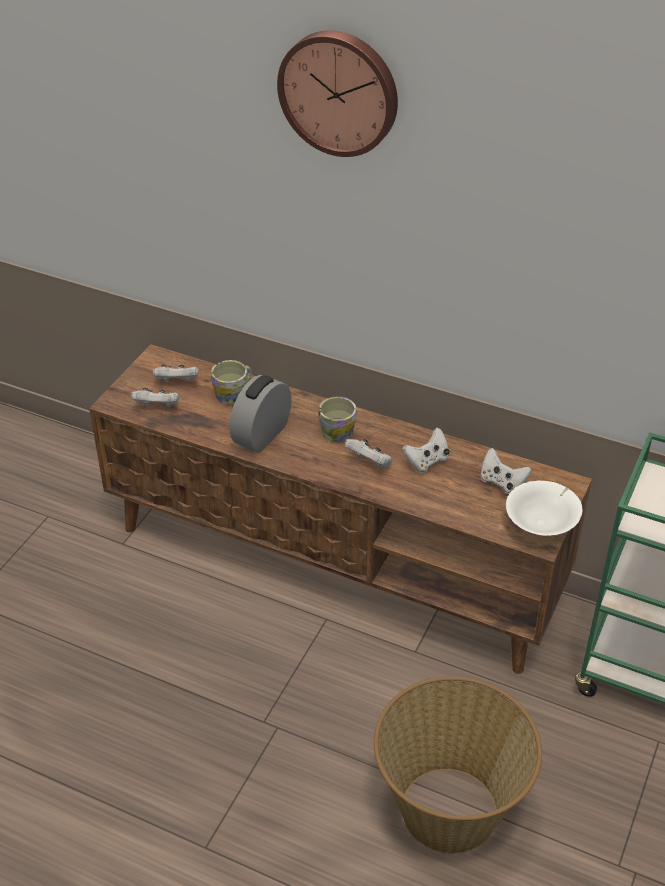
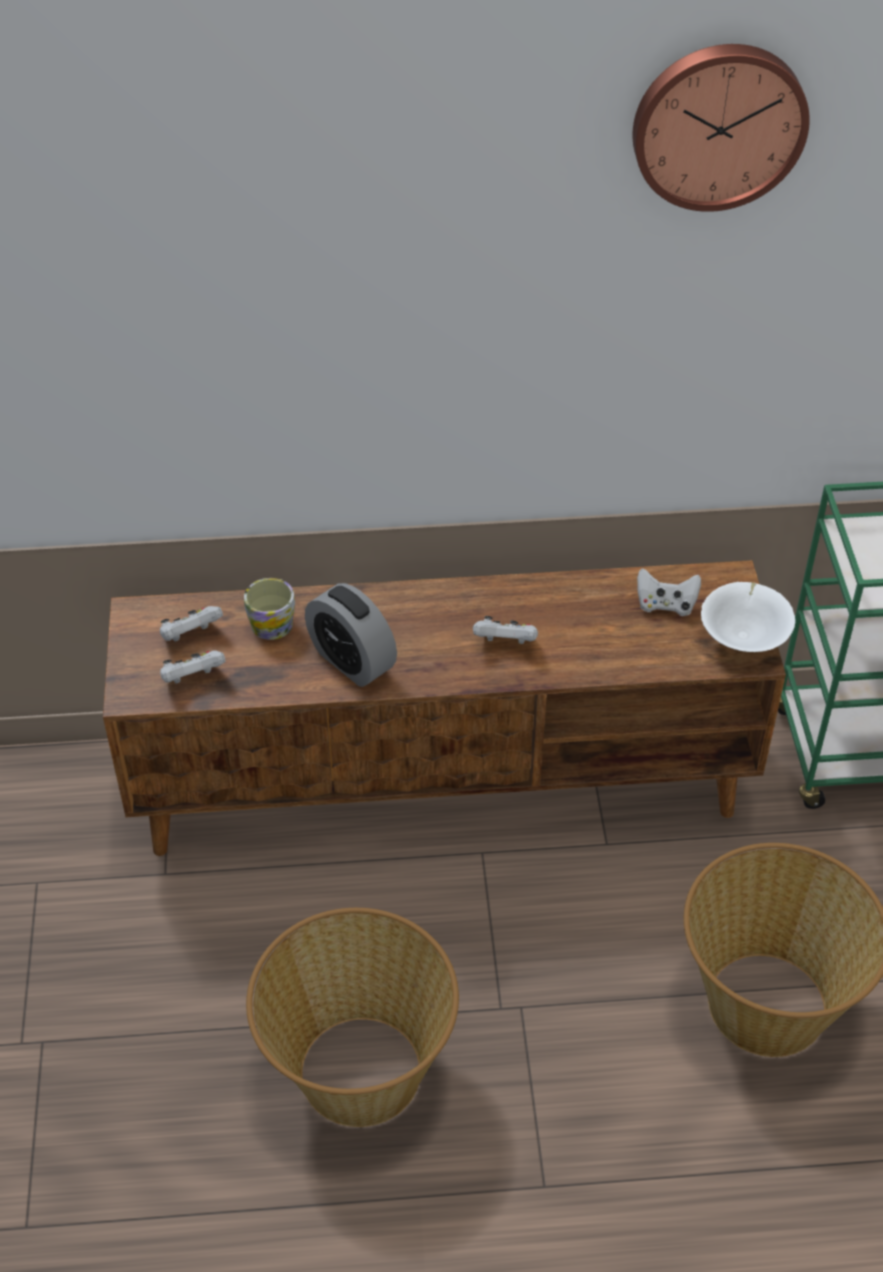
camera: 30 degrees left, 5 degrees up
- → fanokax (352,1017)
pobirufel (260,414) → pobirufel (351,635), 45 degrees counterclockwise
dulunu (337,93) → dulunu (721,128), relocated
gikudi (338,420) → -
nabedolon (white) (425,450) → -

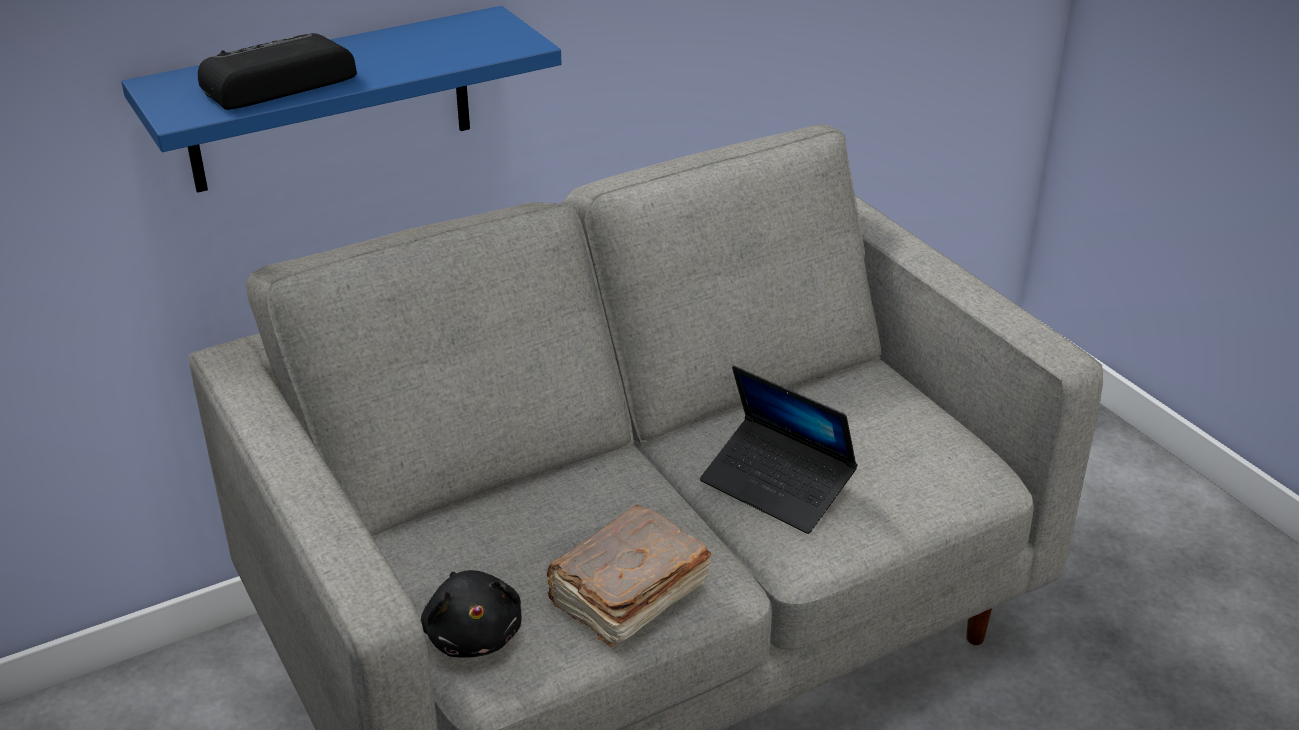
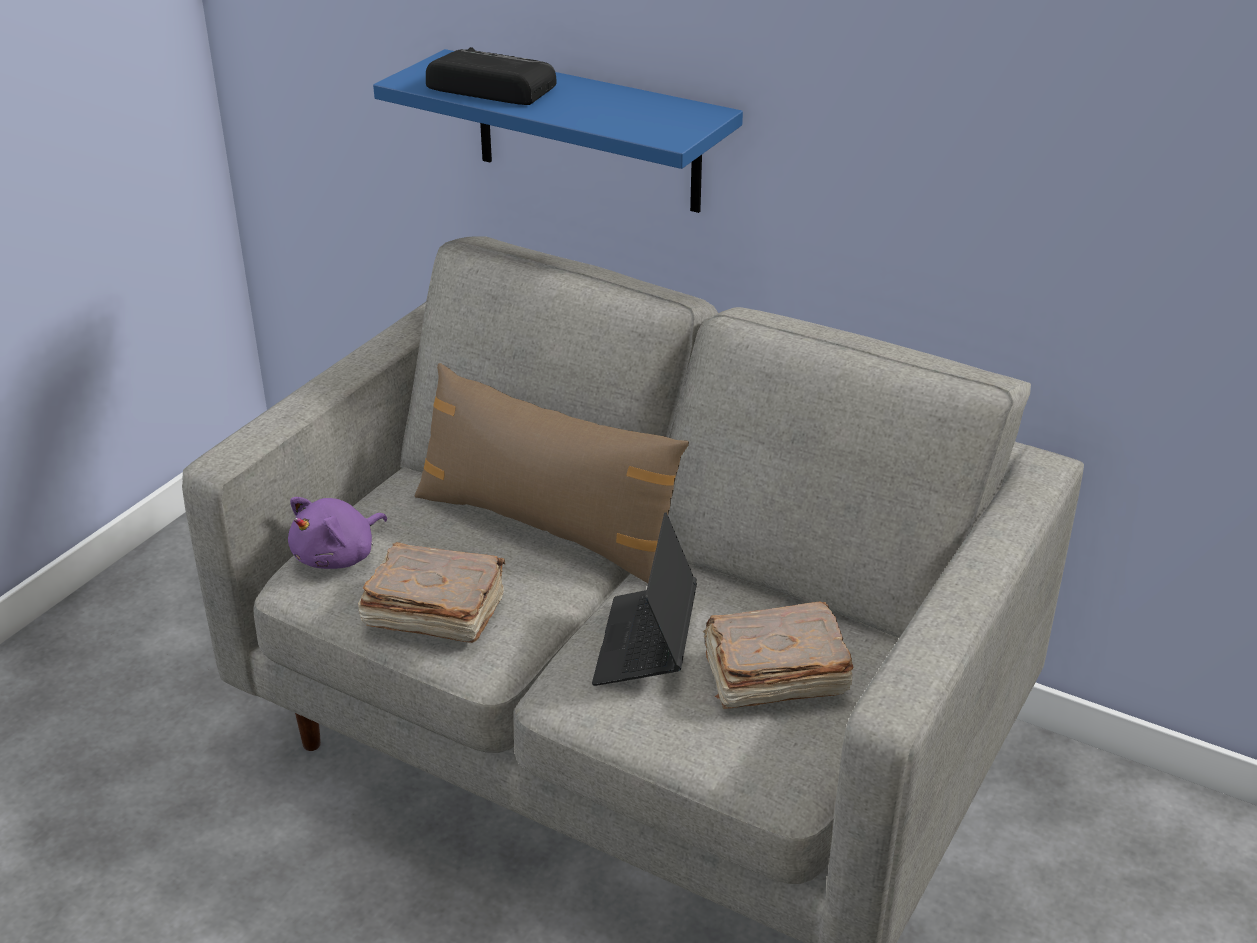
camera: 60 degrees right, 0 degrees up
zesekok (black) (471,614) → zesekok (purple) (337,533)
- → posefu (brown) (552,473)
- → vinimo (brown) (778,655)

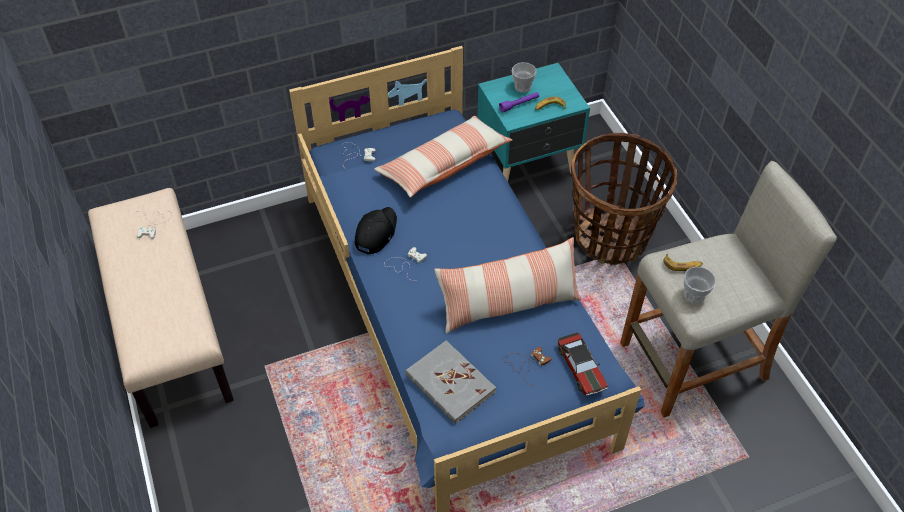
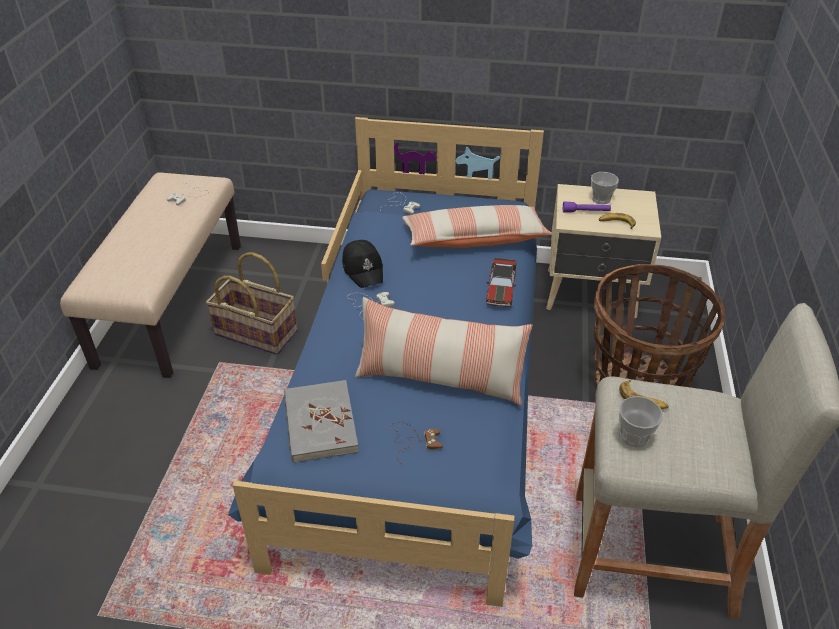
camera: 30 degrees right, 10 degrees down
- → fanokax (251,303)
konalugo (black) (376,231) → konalugo (black) (362,264), 105 degrees clockwise
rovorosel (583,364) → rovorosel (501,282), relocated
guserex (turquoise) (533,122) → guserex (beige) (603,251)

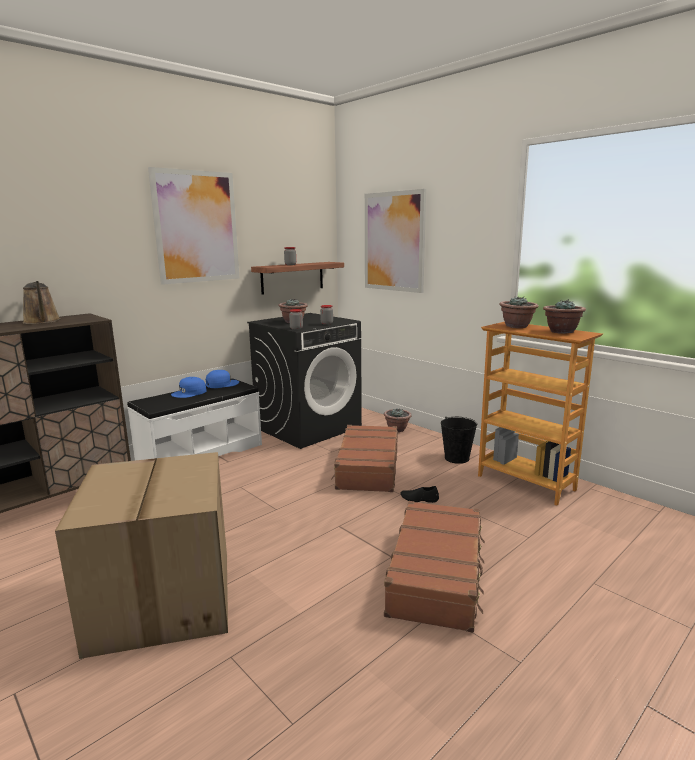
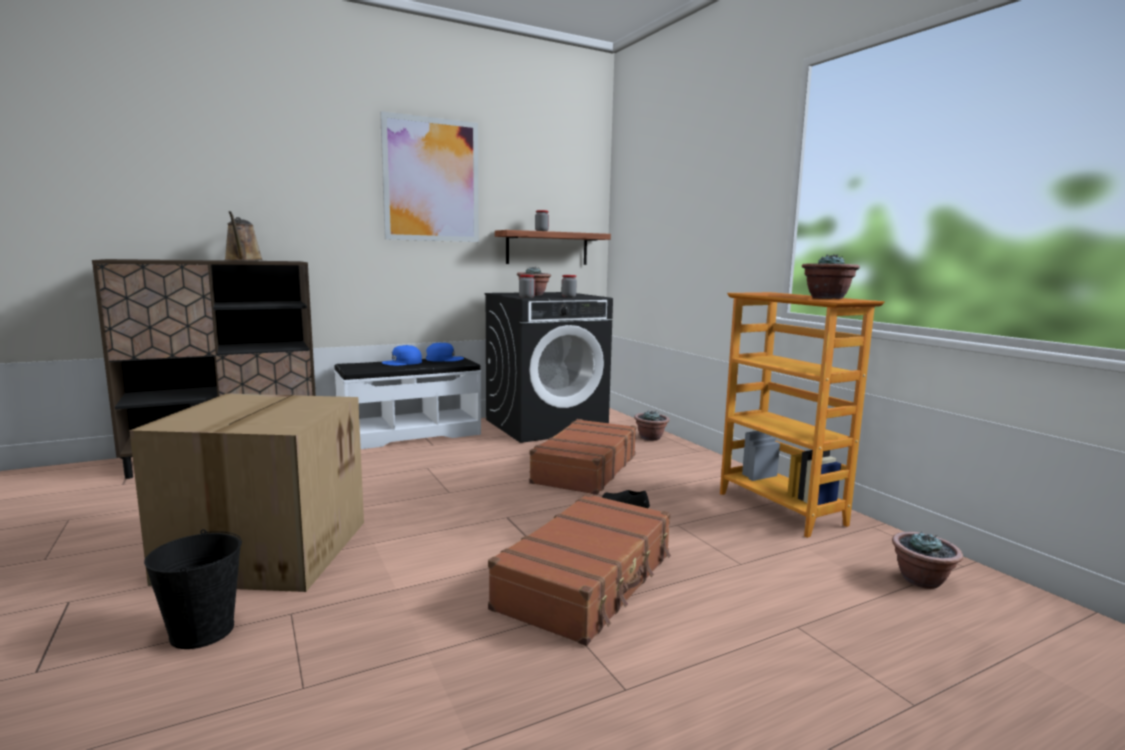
camera: 15 degrees right, 5 degrees down
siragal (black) (459,440) → siragal (black) (193,589), relocated
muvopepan (519,312) → muvopepan (927,560), relocated
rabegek (395,241) → -

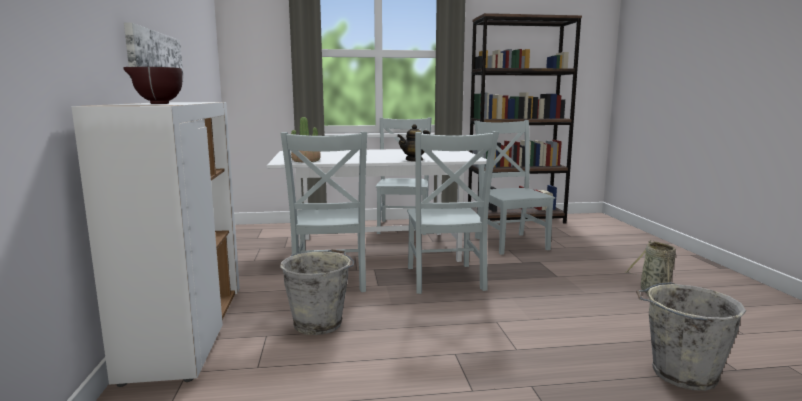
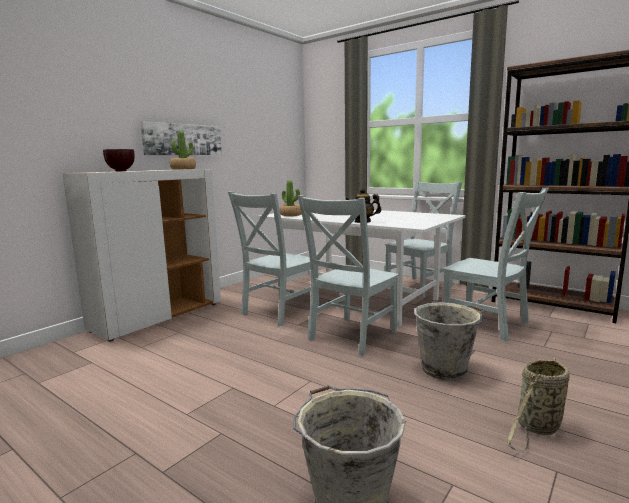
camera: 45 degrees right, 0 degrees up
- → muvopepan (183,150)
siragal (grey) (317,292) → siragal (grey) (448,341), relocated
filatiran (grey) (514,187) → filatiran (grey) (496,264), 105 degrees clockwise

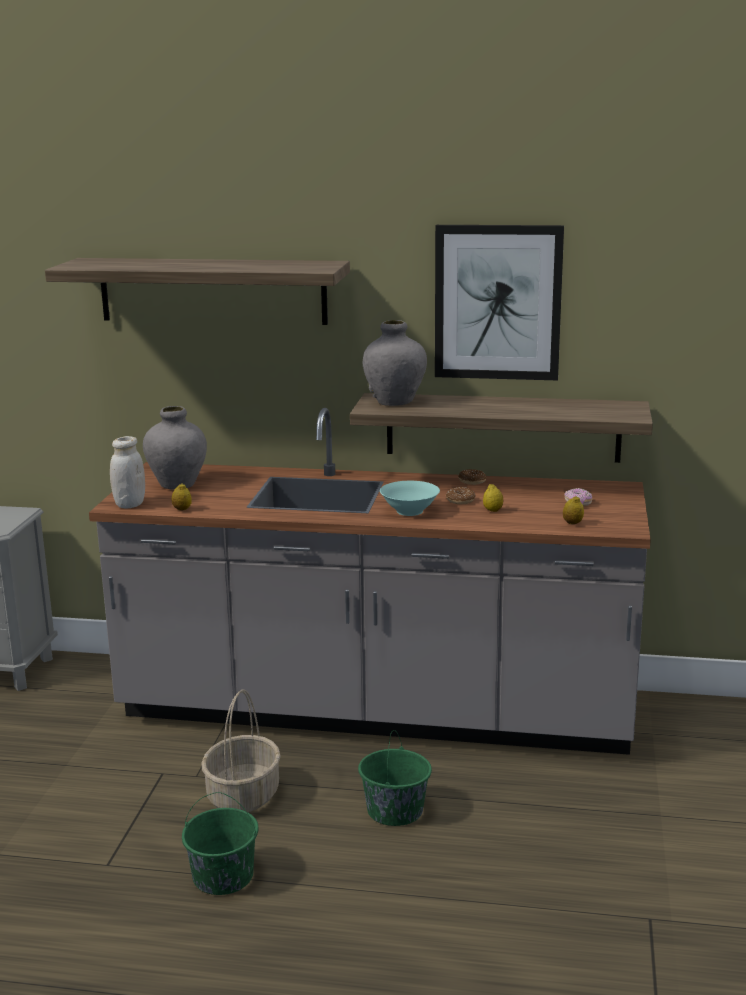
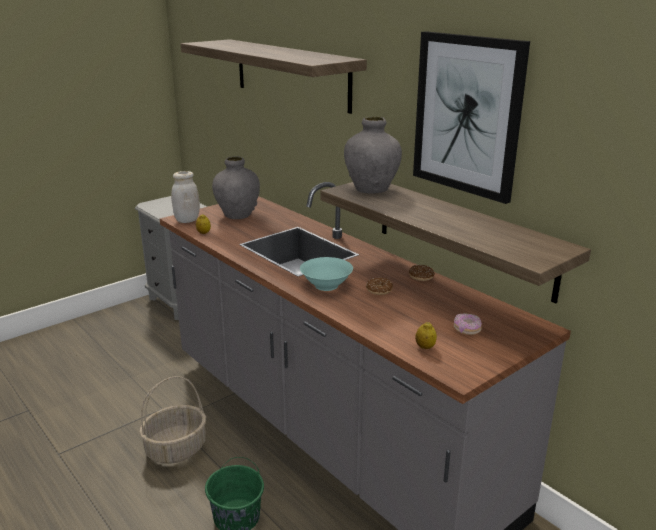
camera: 40 degrees right, 5 degrees up
siragal (green) (220,843) → -
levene (493,498) → -

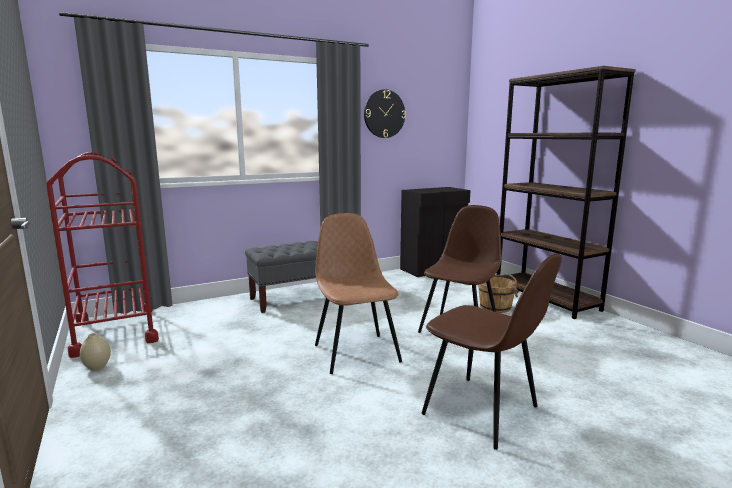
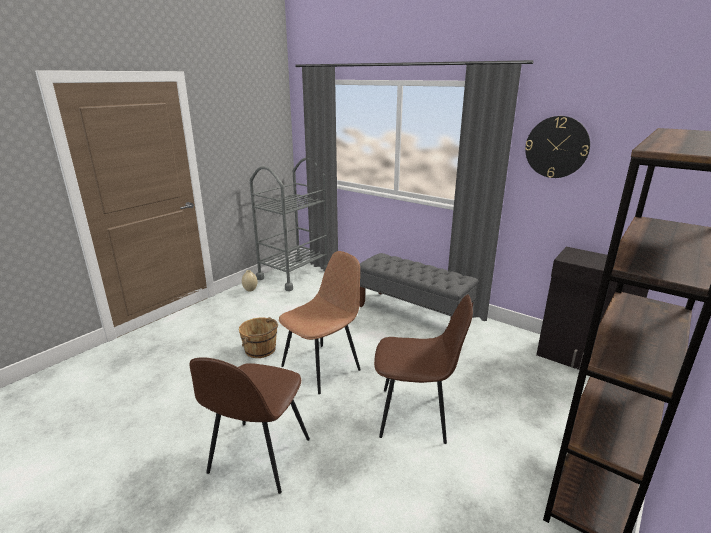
camera: 65 degrees right, 10 degrees up
siragal (brown) (498,293) → siragal (brown) (258,337), relocated
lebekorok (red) (102,255) → lebekorok (grey) (288,224)

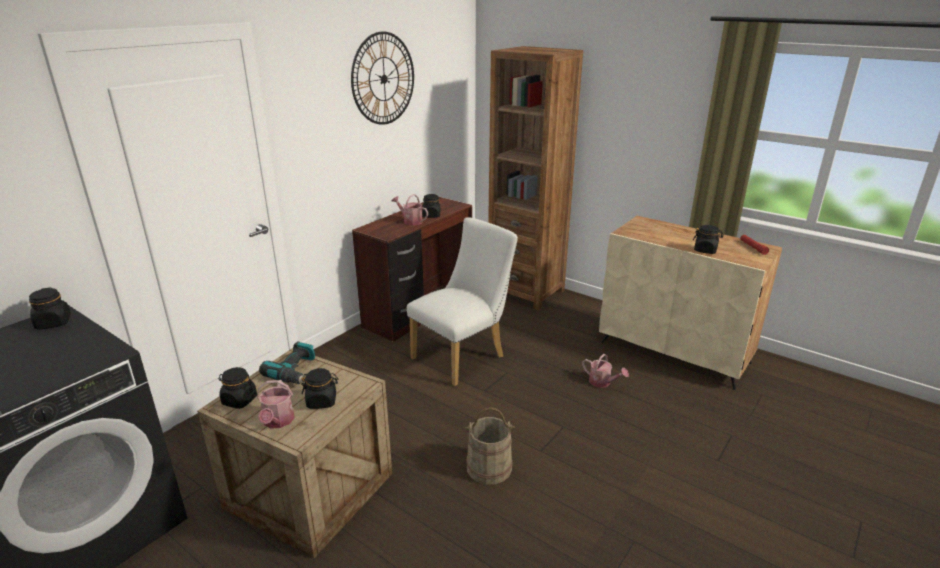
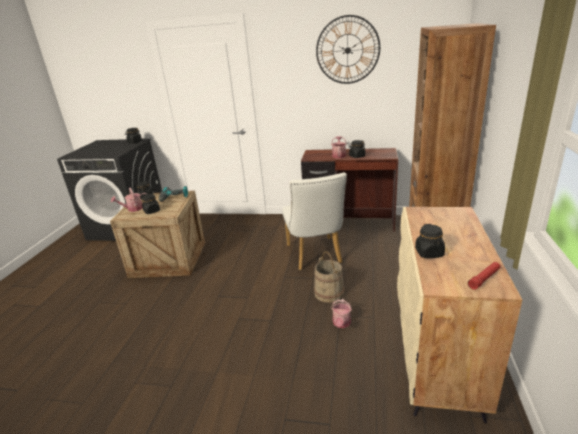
camera: 65 degrees right, 0 degrees up
filatiran (white) (462,301) → filatiran (white) (314,221), 60 degrees clockwise
siragal (beige) (490,446) → siragal (beige) (329,277), relocated

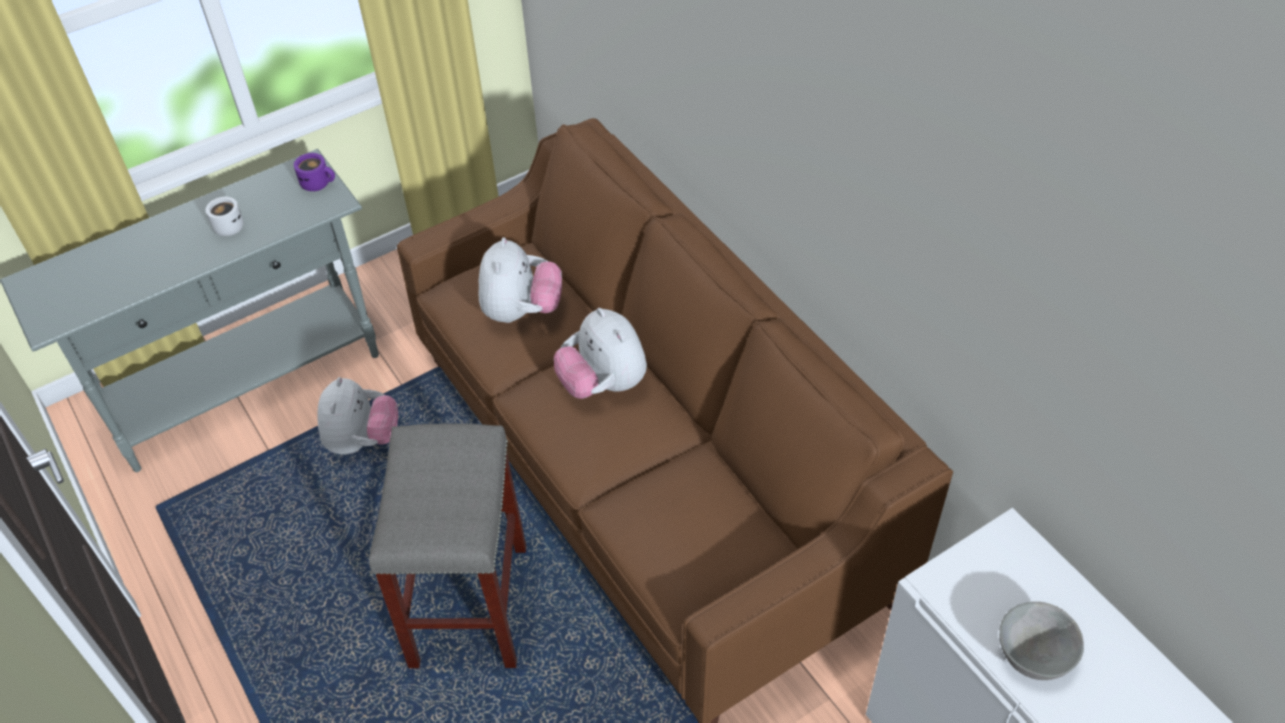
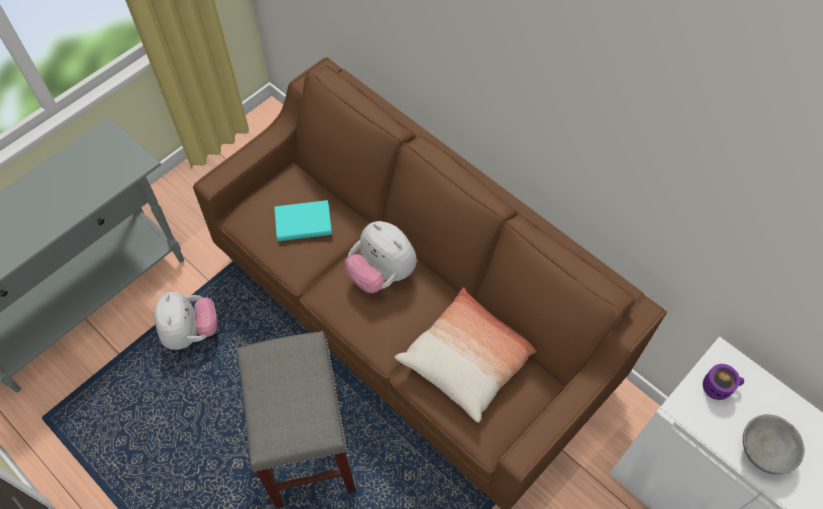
camera: 15 degrees left, 10 degrees up
zesekok (520,280) → vinimo (turquoise) (303,220)
- → posefu (465,354)
gikudi (purple) (314,172) → gikudi (purple) (723,382), relocated
gikudi (white) (224,216) → -

